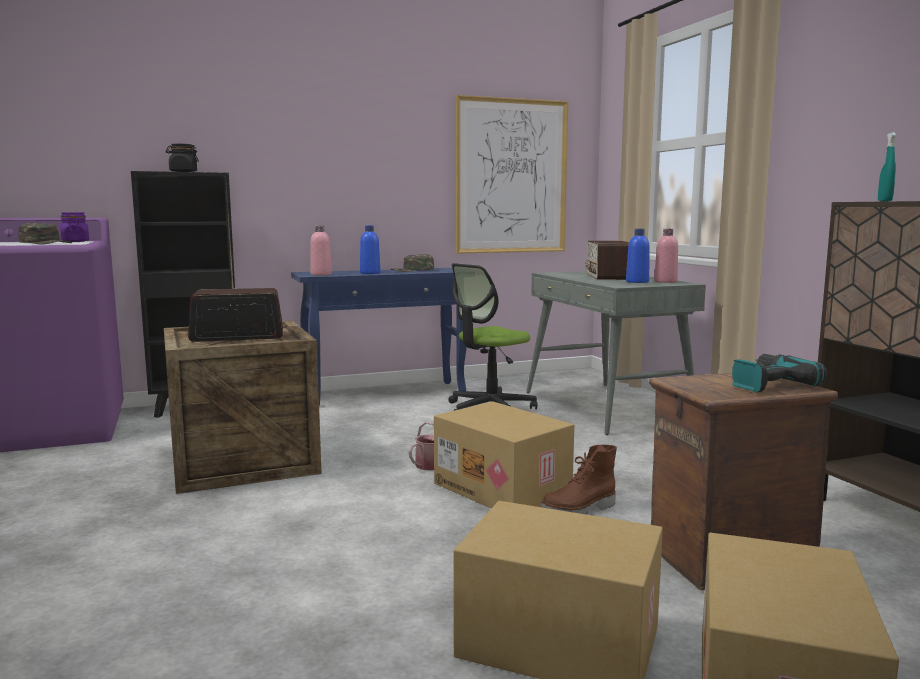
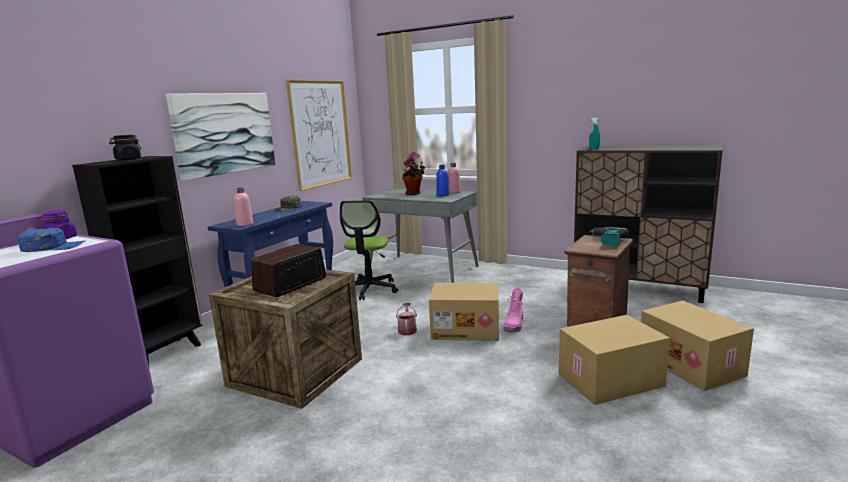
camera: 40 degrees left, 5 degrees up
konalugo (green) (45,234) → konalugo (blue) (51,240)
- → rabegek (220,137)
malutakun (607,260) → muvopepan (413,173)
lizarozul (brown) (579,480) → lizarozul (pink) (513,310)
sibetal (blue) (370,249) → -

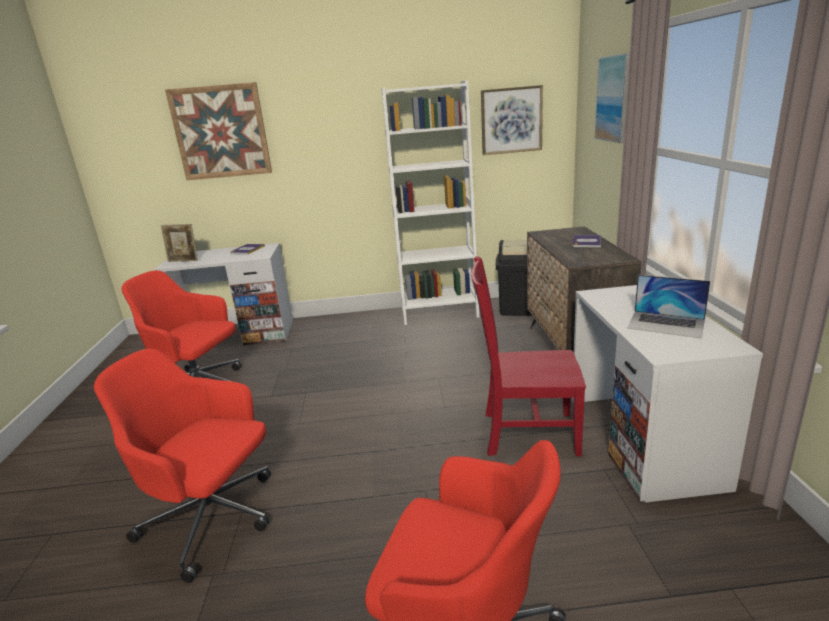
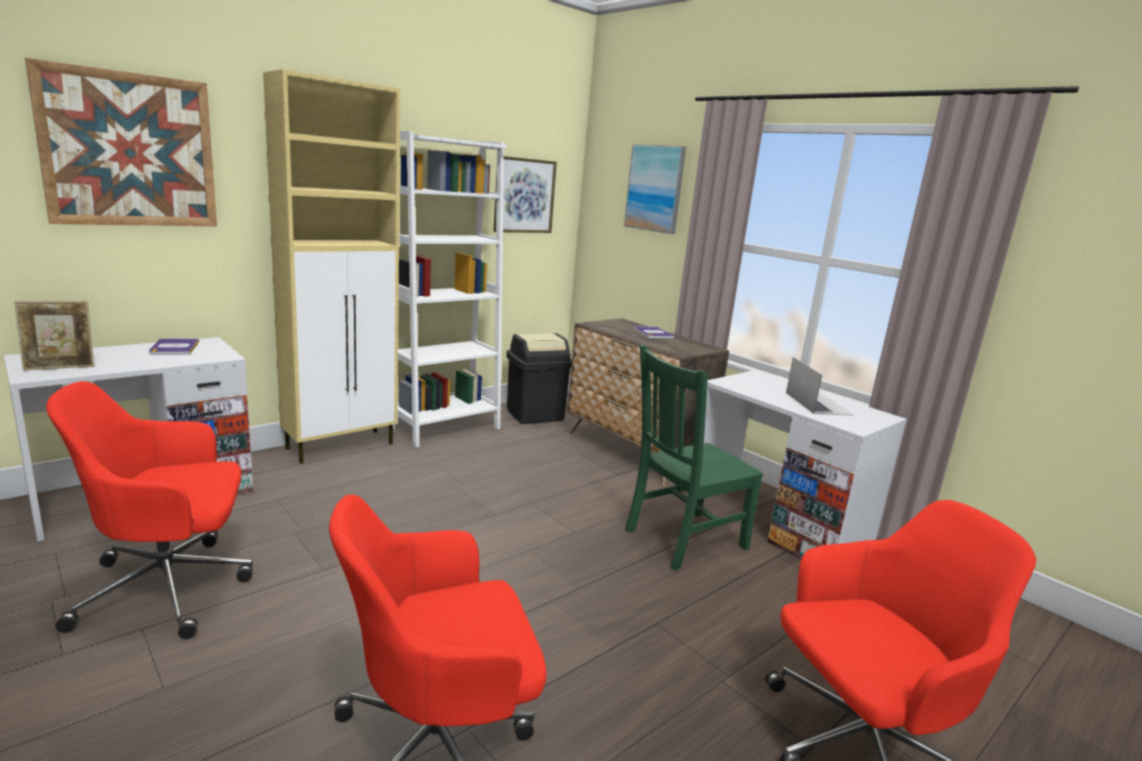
camera: 40 degrees left, 5 degrees down
- → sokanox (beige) (331,266)
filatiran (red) (528,356) → filatiran (green) (694,457)
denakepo (668,306) → denakepo (820,386), 90 degrees counterclockwise

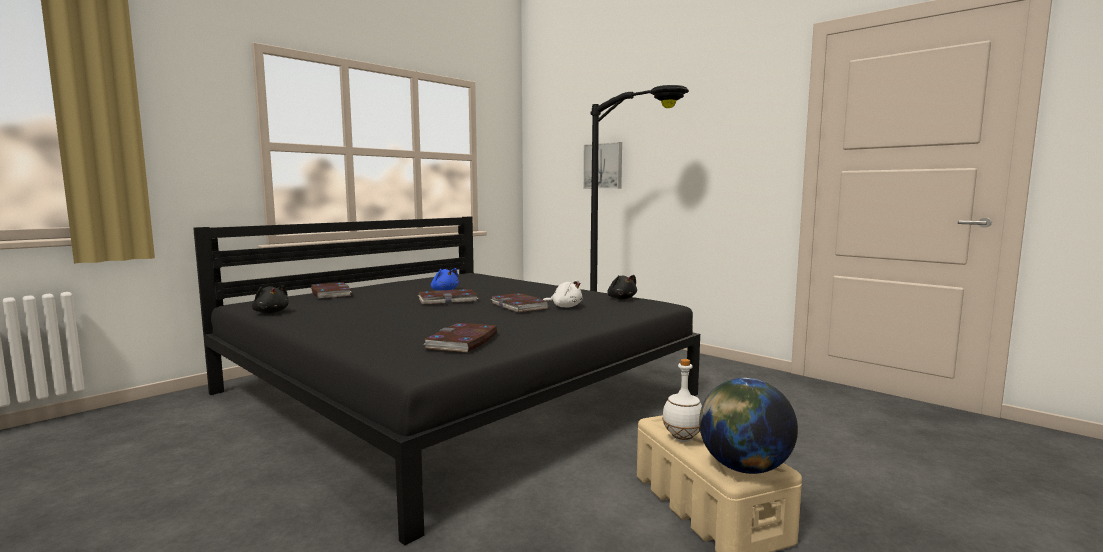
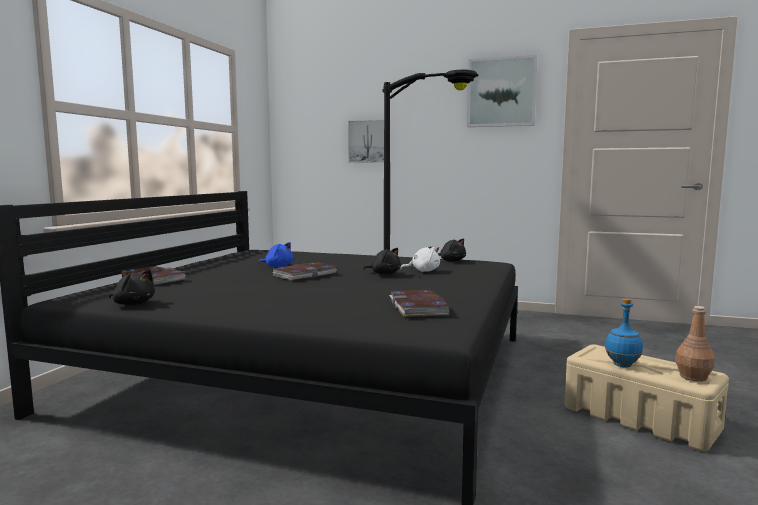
camera: 25 degrees left, 0 degrees up
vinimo (519,303) → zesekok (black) (382,261)
- → rabegek (502,91)
sibetal (white) (682,400) → sibetal (blue) (624,333)
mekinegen (748,426) → sibetal (brown) (695,344)

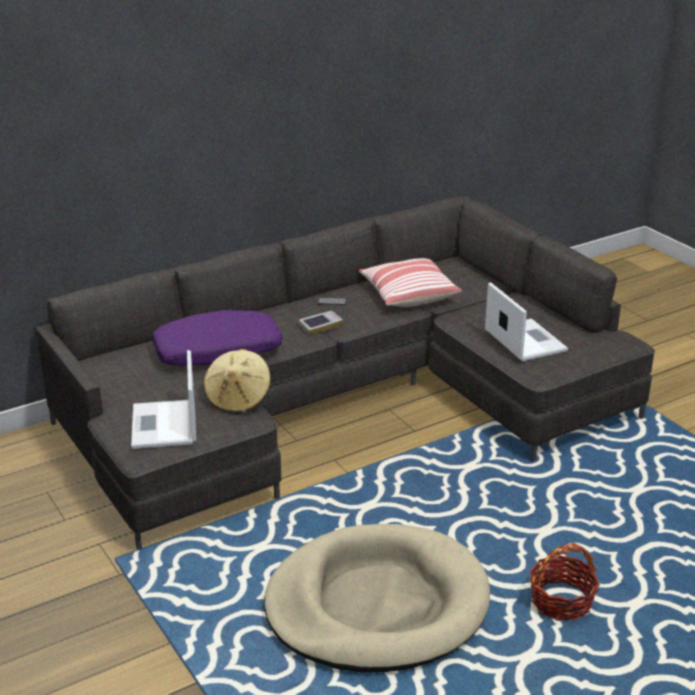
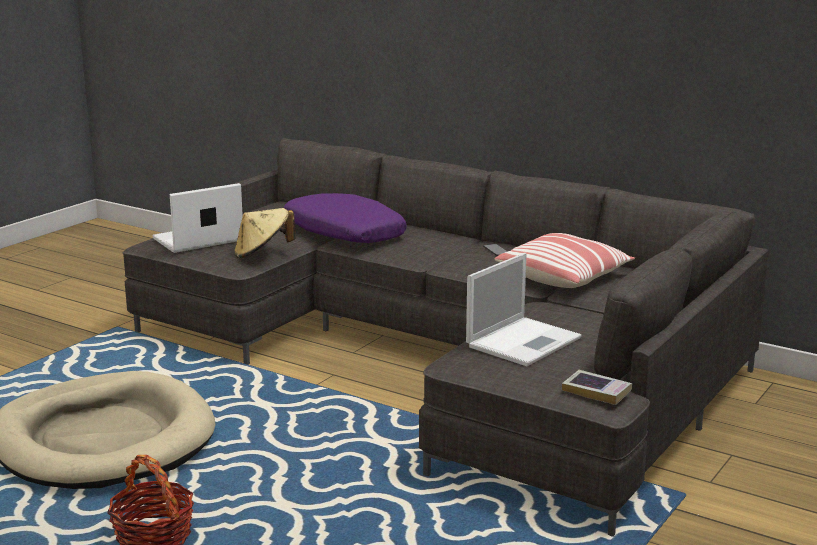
camera: 65 degrees right, 10 degrees down
vinimo (320,323) → vinimo (597,387), relocated

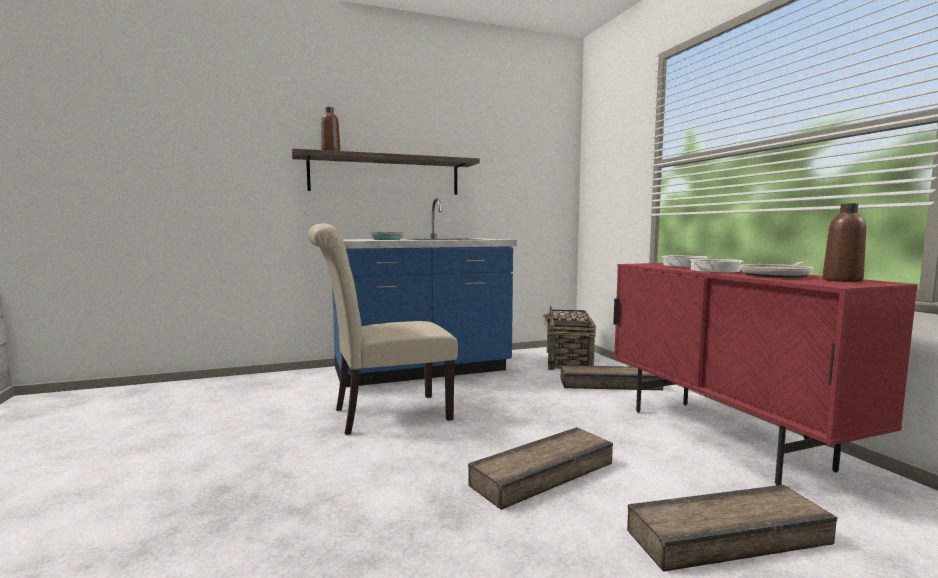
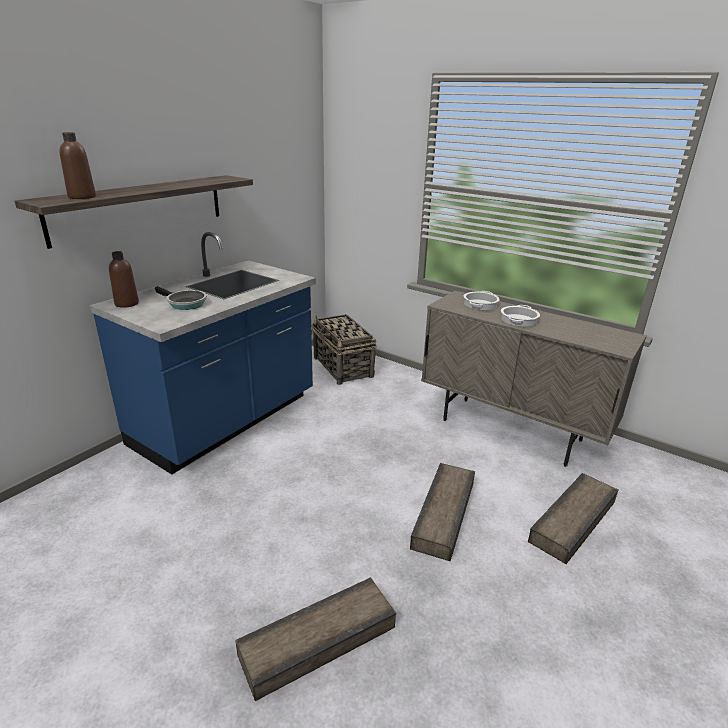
camera: 35 degrees left, 20 degrees up
sibetal (brown) (844,242) → sibetal (brown) (124,279), relocated
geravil (612,377) → geravil (315,639), relocated
sokanox (red) (765,374) → sokanox (beige) (534,379)
filatiran (beige) (383,329) → -
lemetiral (777,270) → -

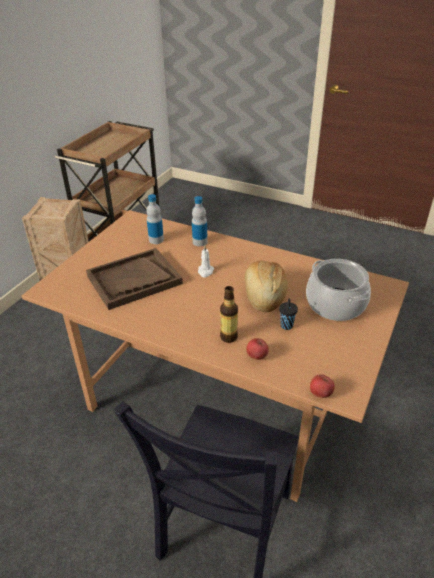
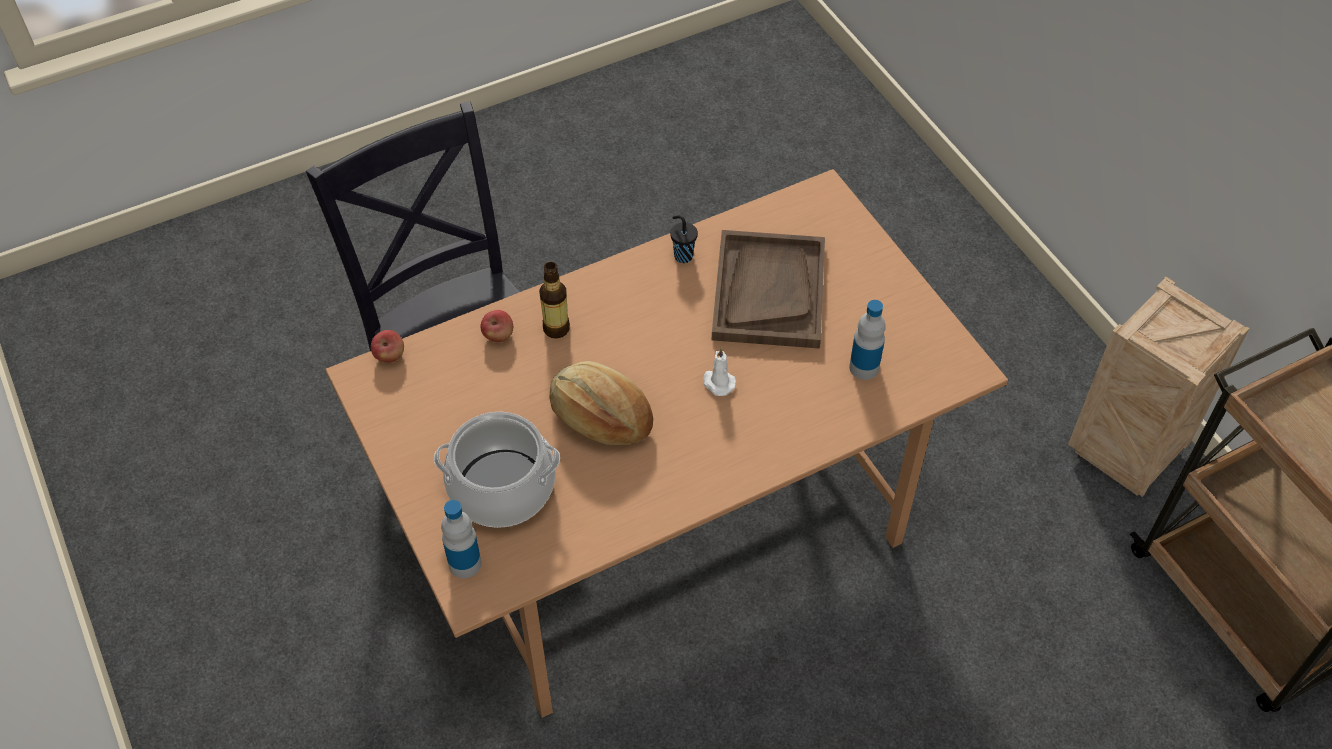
camera: 125 degrees right, 15 degrees up
sibetal (200,221) → sibetal (461,539), relocated
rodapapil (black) (288,314) → rodapapil (black) (684,239), relocated

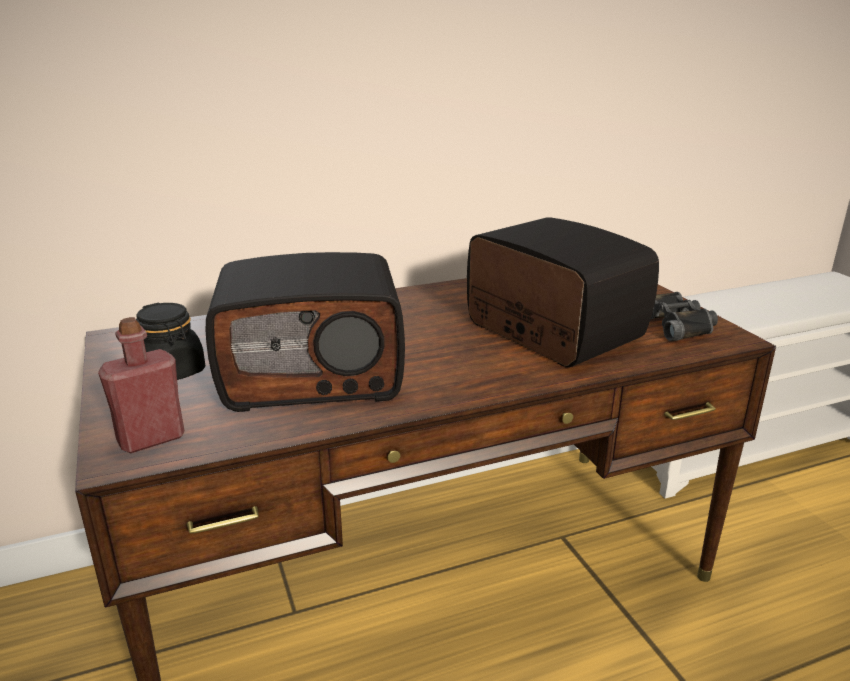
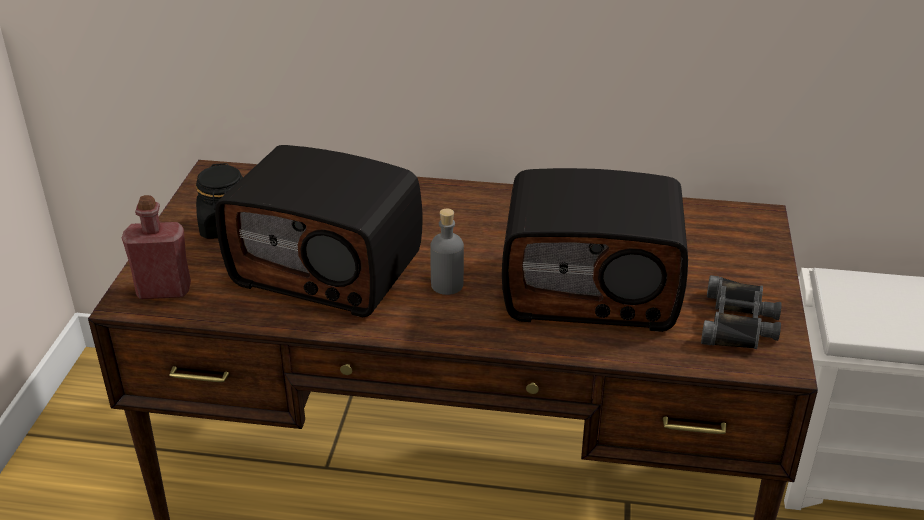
camera: 30 degrees right, 10 degrees up
- → sibetal (grey) (447,252)
malutakun (563,292) → malutakun (595,250), 105 degrees clockwise

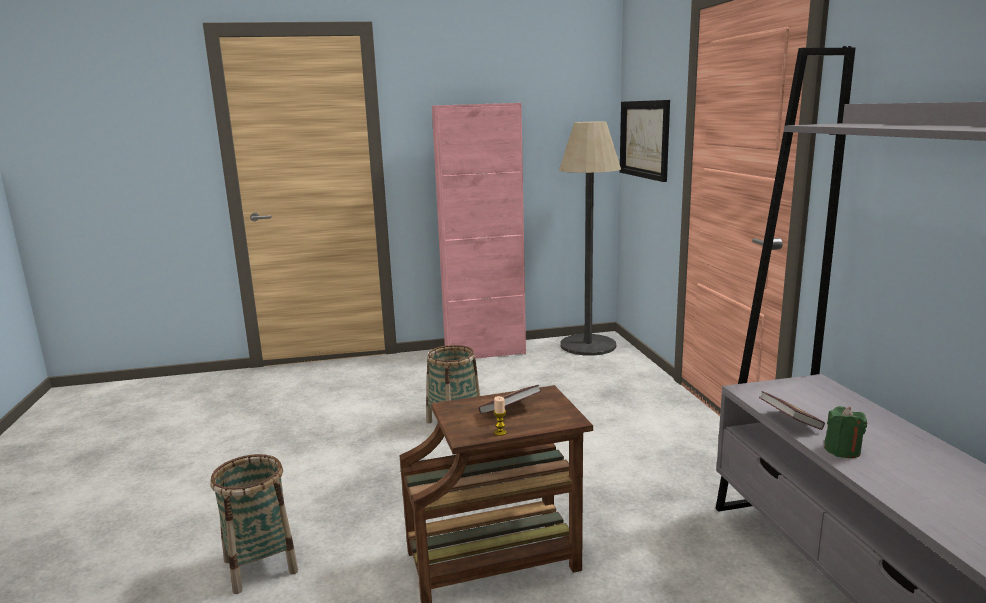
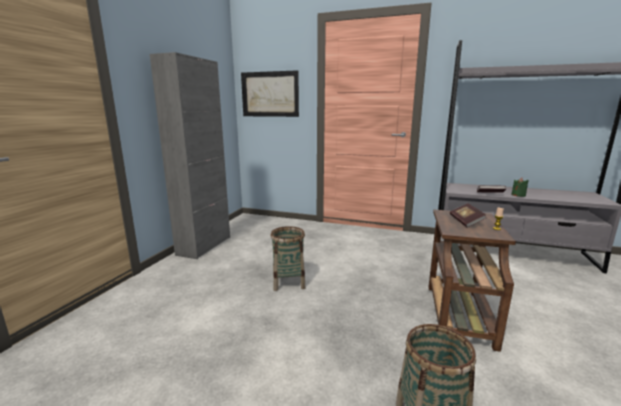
camera: 60 degrees left, 0 degrees up
sokanox (pink) (479,231) → sokanox (grey) (190,155)
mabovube (590,238) → -

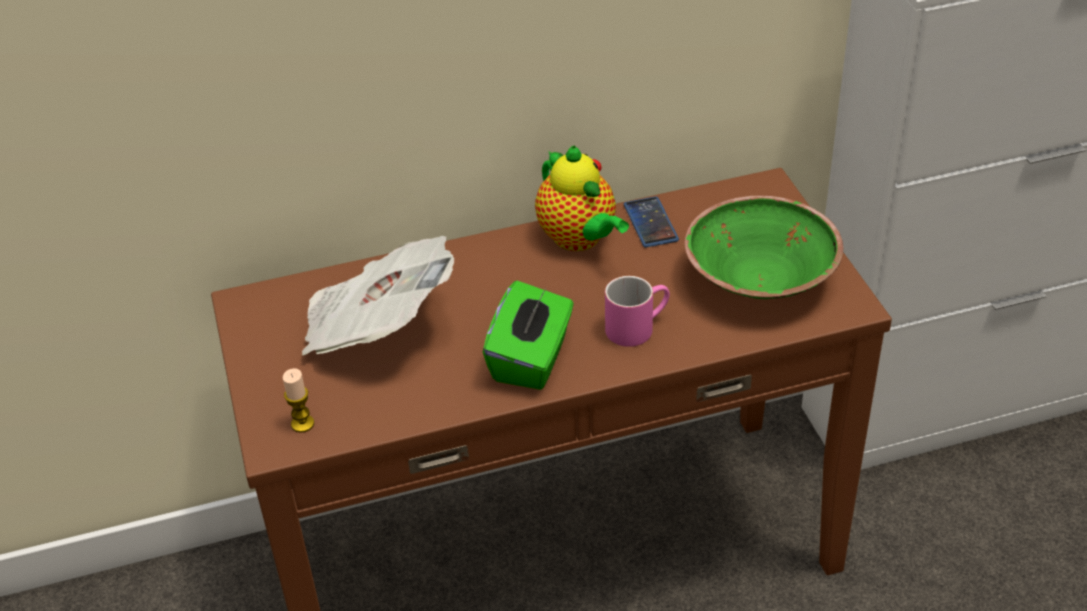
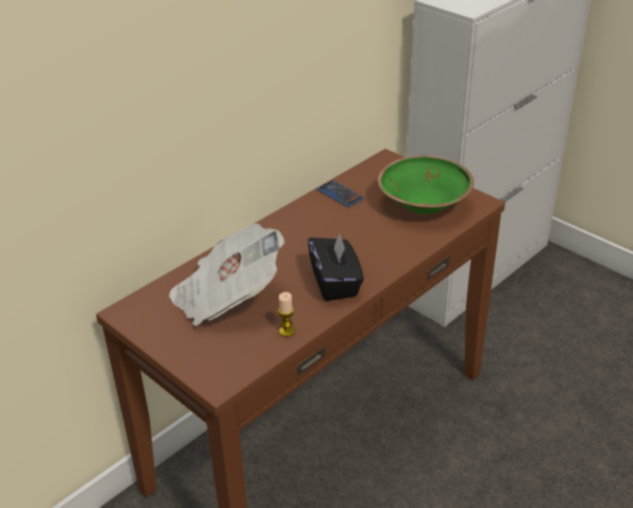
camera: 30 degrees left, 5 degrees down
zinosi (298,400) → zinosi (286,314), relocated
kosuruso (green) (528,335) → kosuruso (black) (336,266)
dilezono (582,198) → -
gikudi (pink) (637,311) → -

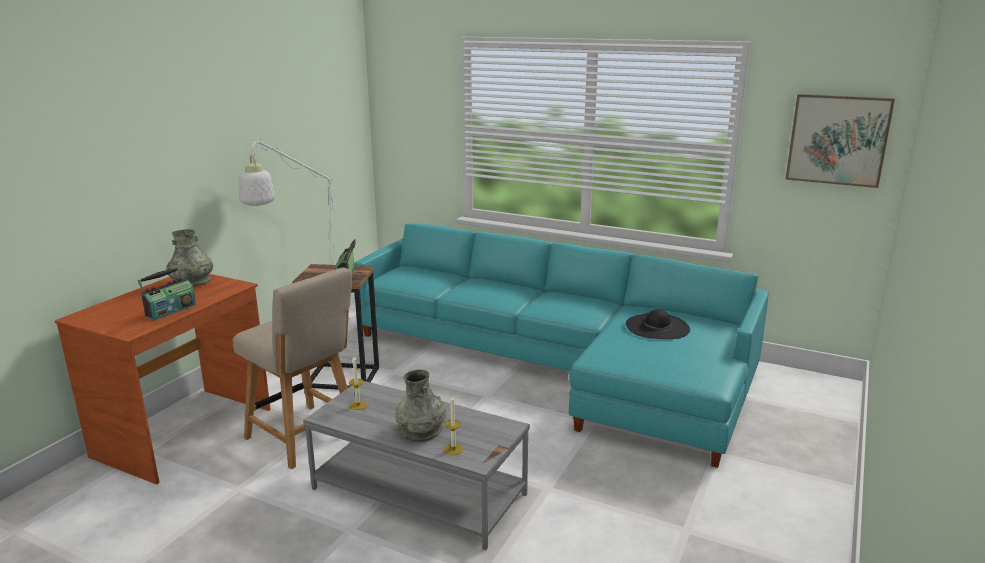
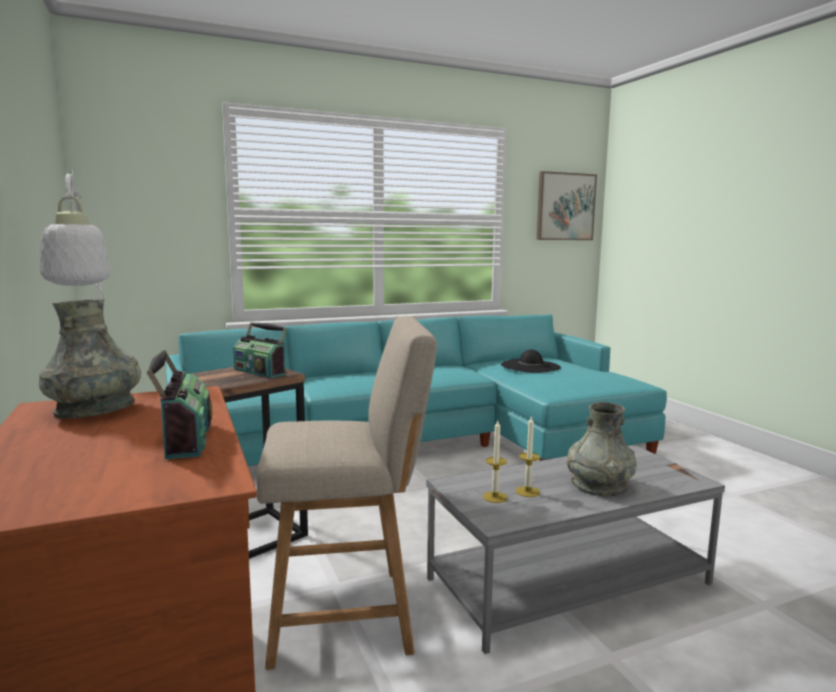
camera: 50 degrees left, 10 degrees down
zinosi (453,425) → zinosi (528,456), relocated

